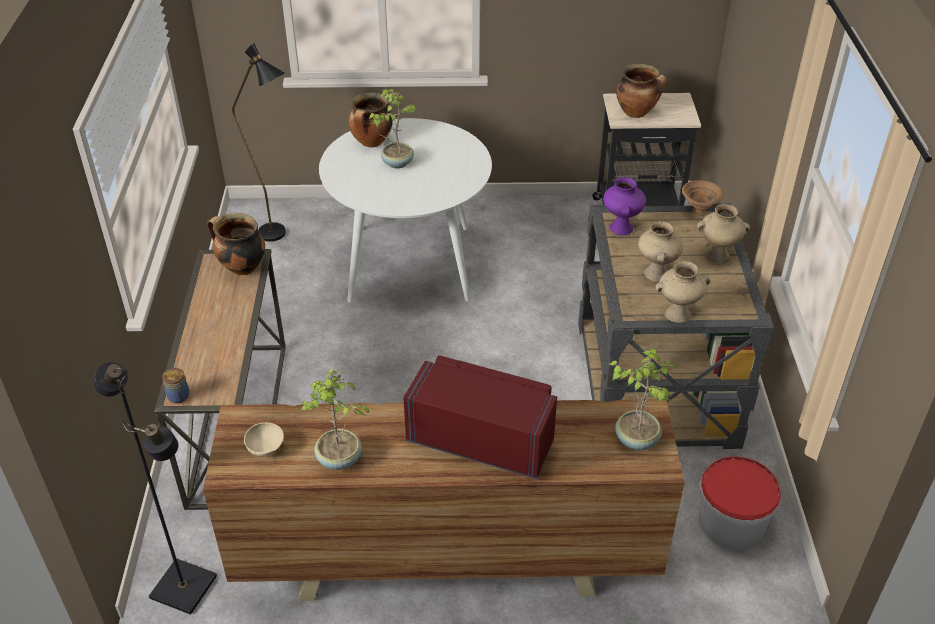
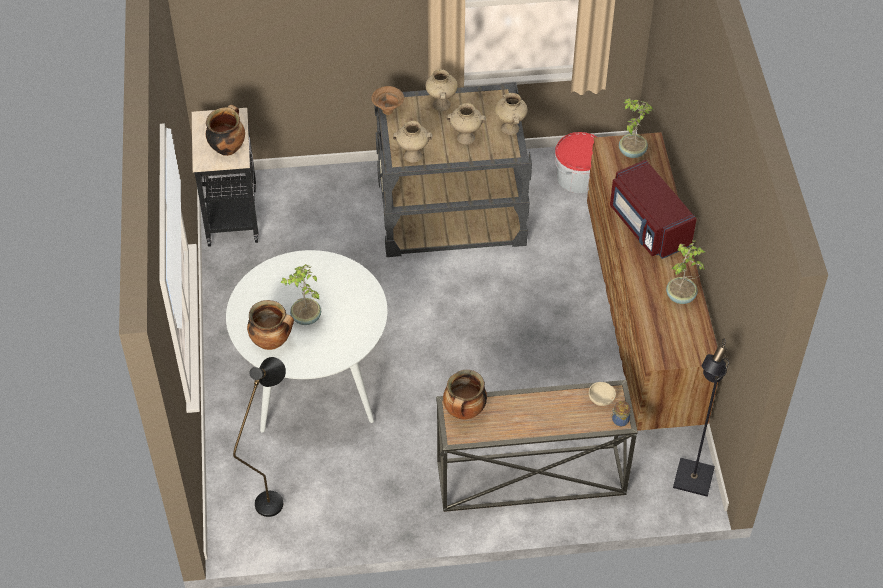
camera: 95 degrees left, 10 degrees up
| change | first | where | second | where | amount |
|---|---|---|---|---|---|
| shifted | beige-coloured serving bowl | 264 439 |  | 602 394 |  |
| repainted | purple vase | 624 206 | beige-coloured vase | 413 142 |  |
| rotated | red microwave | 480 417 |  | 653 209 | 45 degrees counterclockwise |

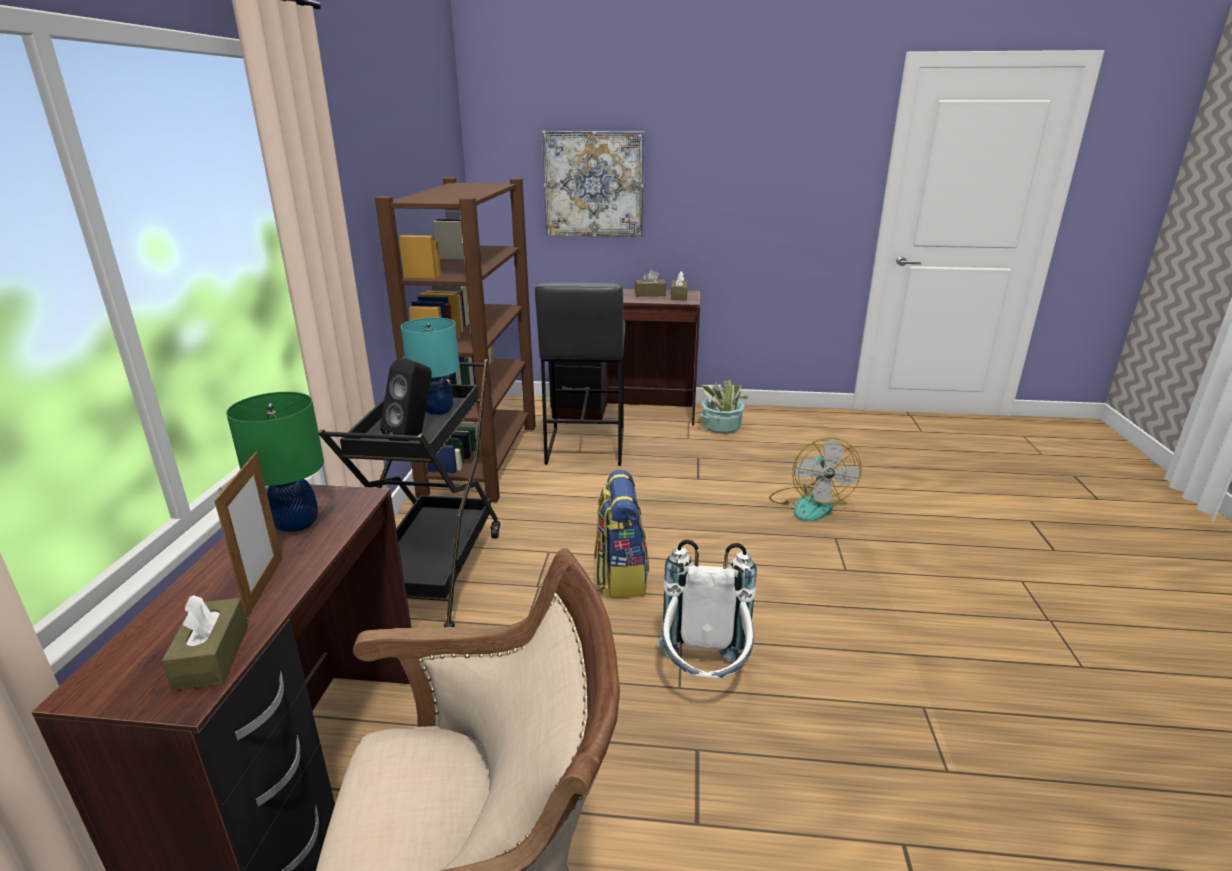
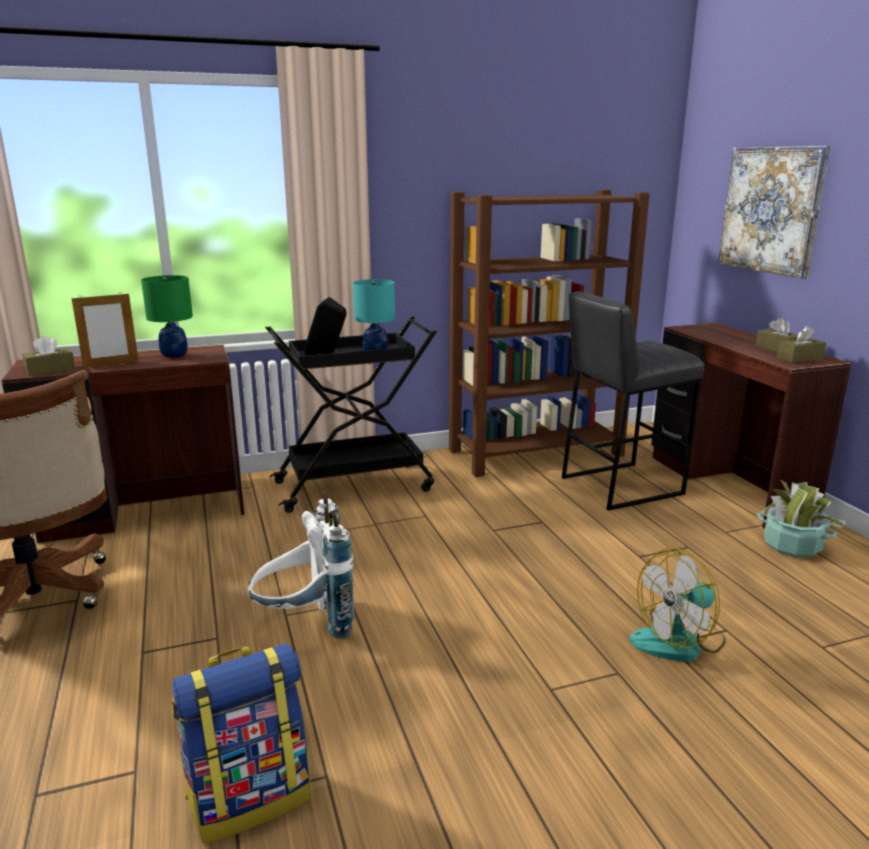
camera: 65 degrees right, 5 degrees down
| change | first | where | second | where | amount |
|---|---|---|---|---|---|
| shifted | knapsack | 621 534 |  | 241 743 |  |

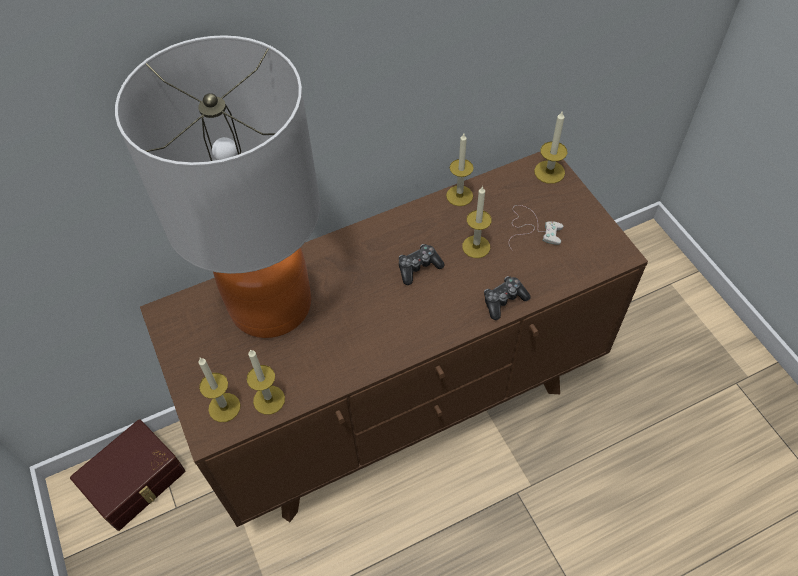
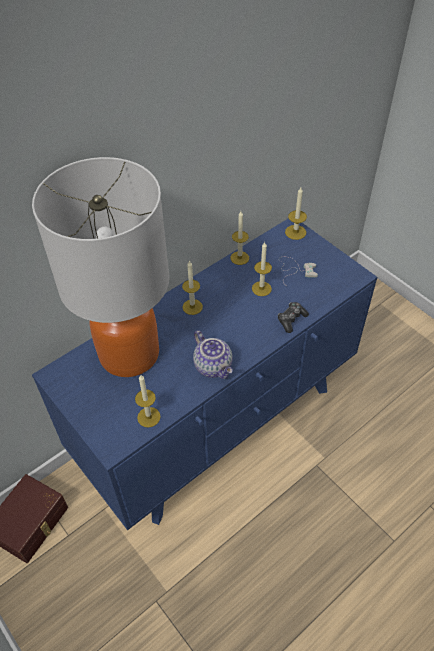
camera: 15 degrees left, 5 degrees down
| change | first | where | second | where | amount |
|---|---|---|---|---|---|
| gone | game controller | 421 264 |  |  |  |
| new |  |  | teapot | 213 354 |  |
| shifted | wax light | 219 390 |  | 192 287 |  |
| repainted | brownish chest of drawers | 394 339 | blue chest of drawers | 204 374 |  |

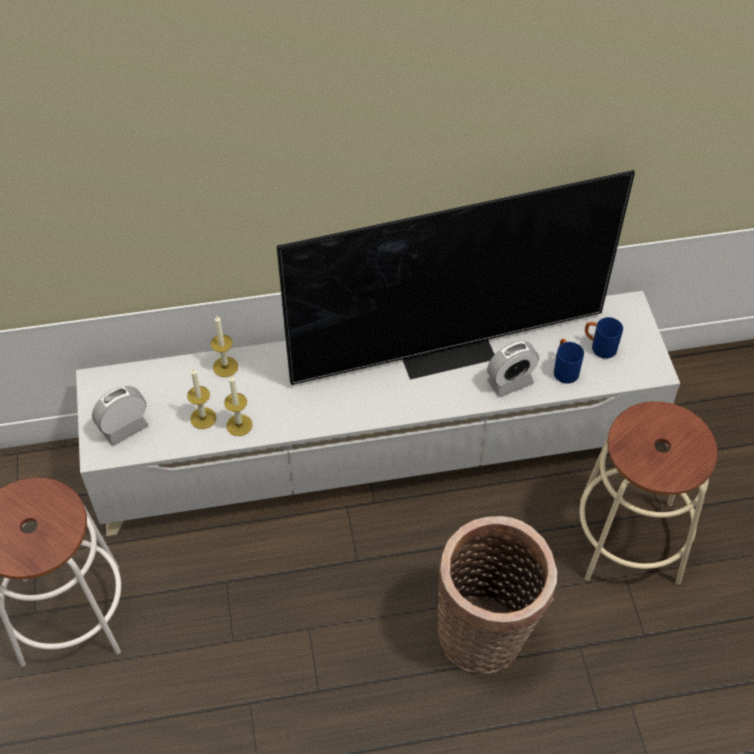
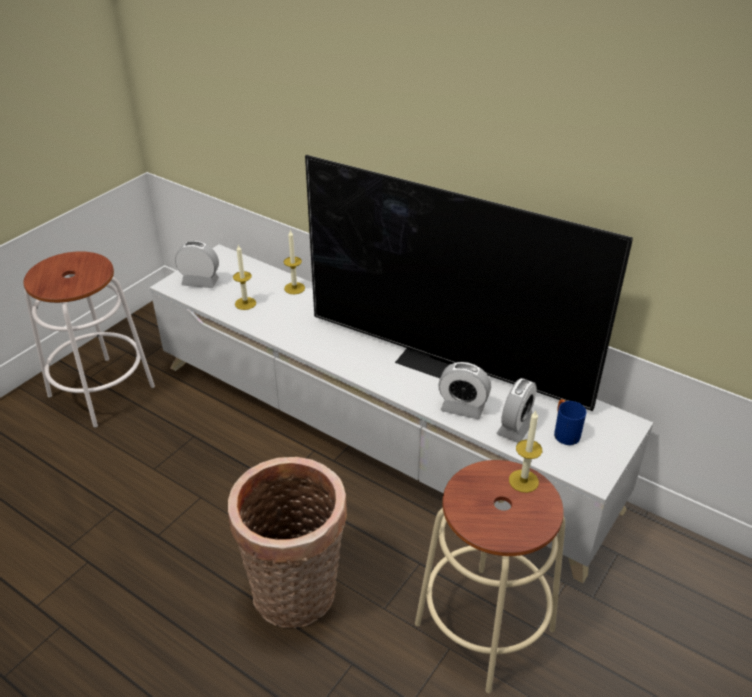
camera: 45 degrees right, 15 degrees down
| change | first | where | second | where | amount |
|---|---|---|---|---|---|
| shifted | wax light | 238 405 |  | 525 451 |  |
| swapped | blue tea mug | 569 361 | table clock | 516 410 |  |

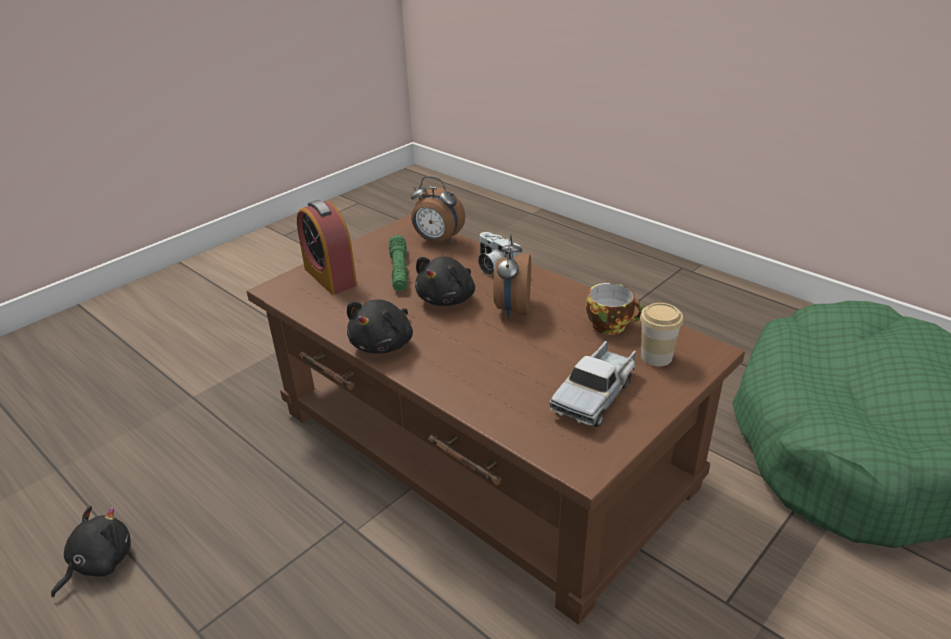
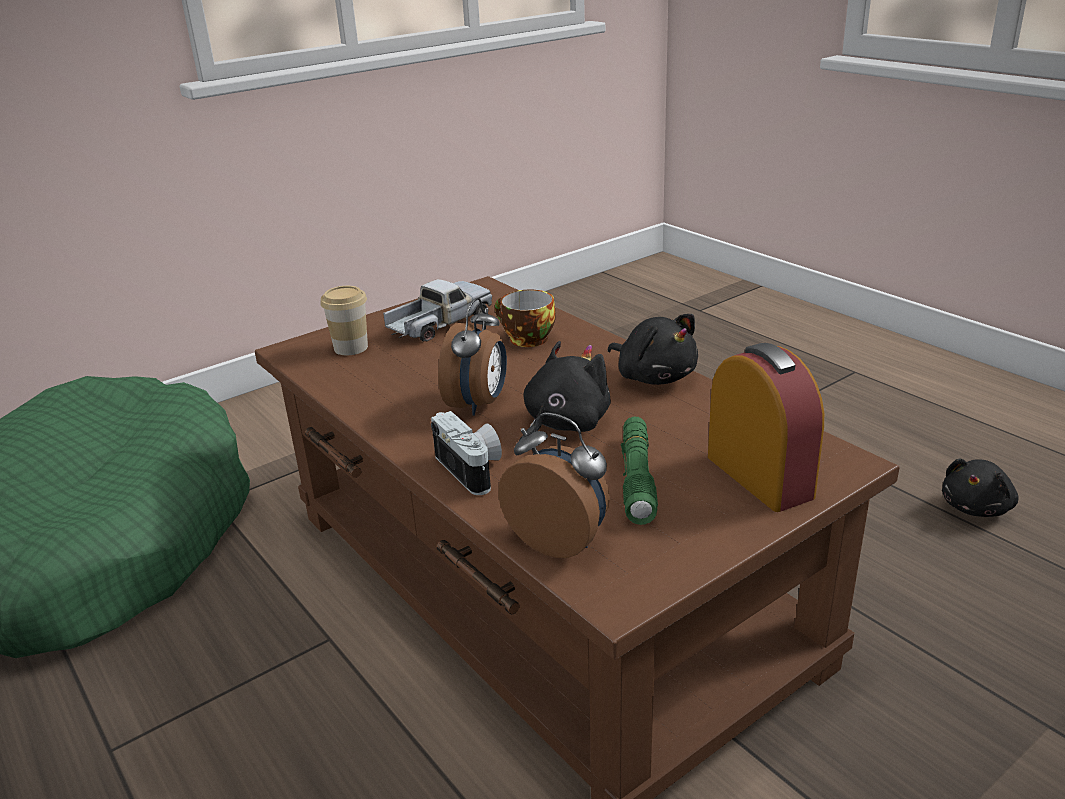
camera: 170 degrees left, 5 degrees down
| change | first | where | second | where | amount |
|---|---|---|---|---|---|
| shifted | cup | 615 309 |  | 525 318 |  |
| rotated | black-coloured soft toy | 380 326 |  | 652 349 | 105 degrees clockwise |

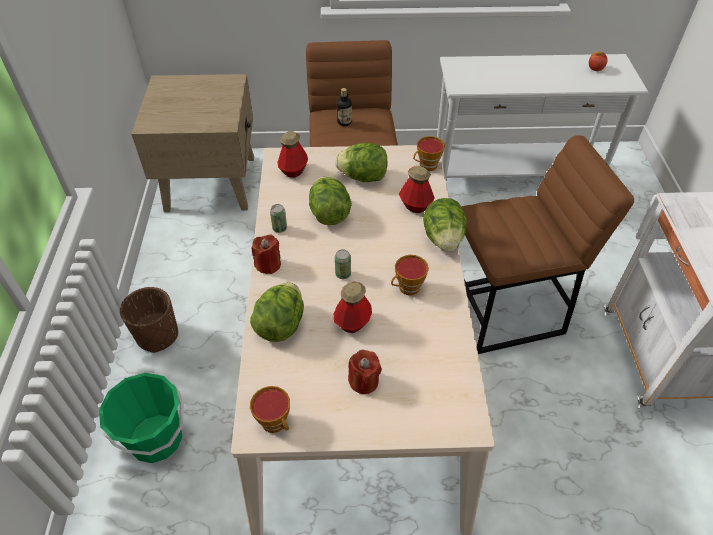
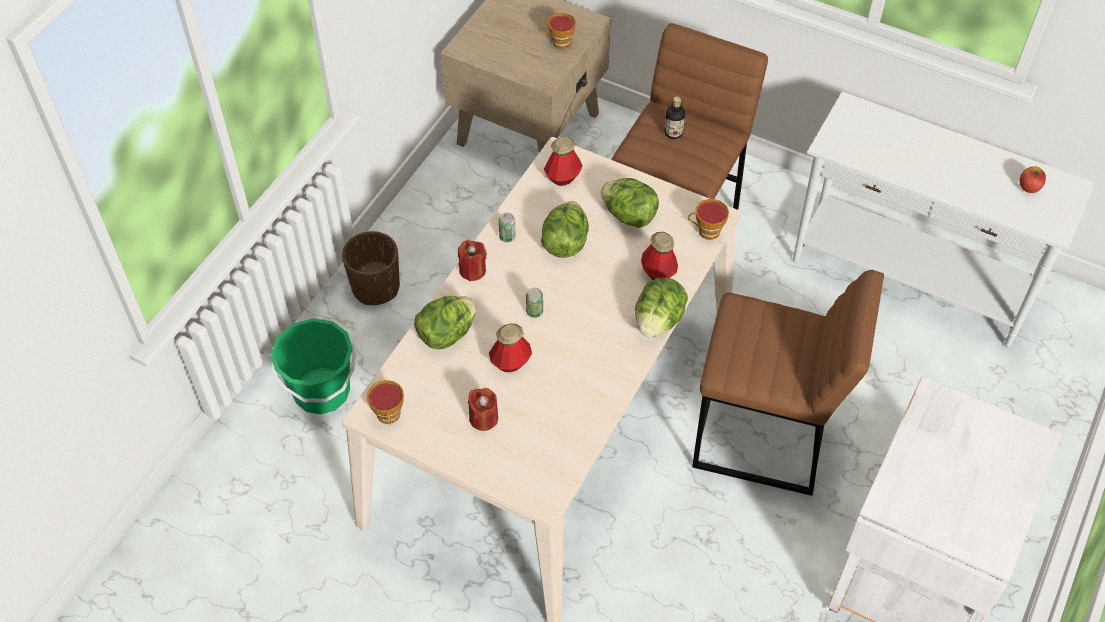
camera: 30 degrees right, 5 degrees up
| change | first | where | second | where | amount |
|---|---|---|---|---|---|
| shifted | cup | 410 275 |  | 559 31 |  |

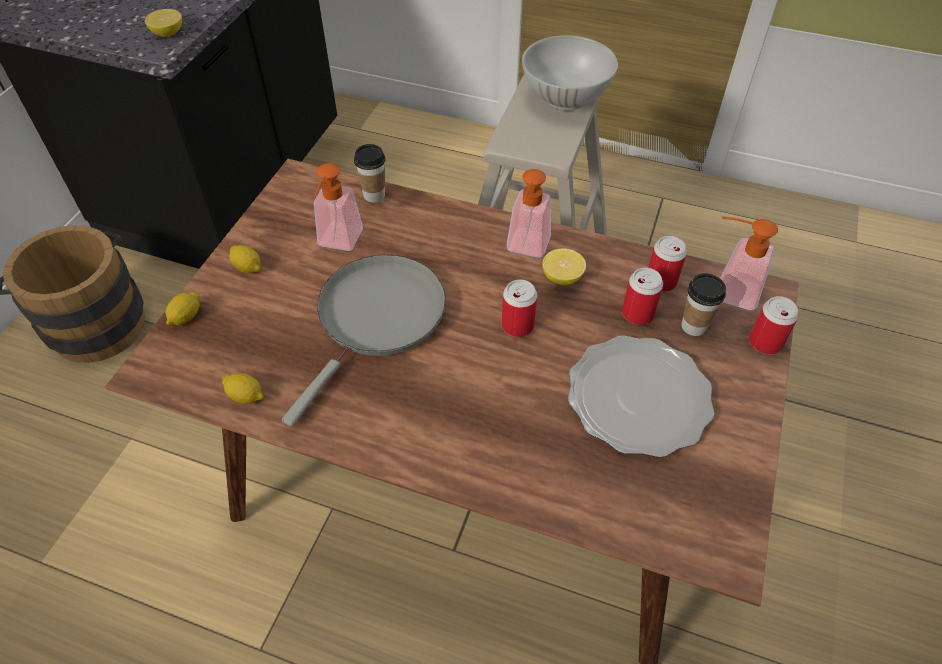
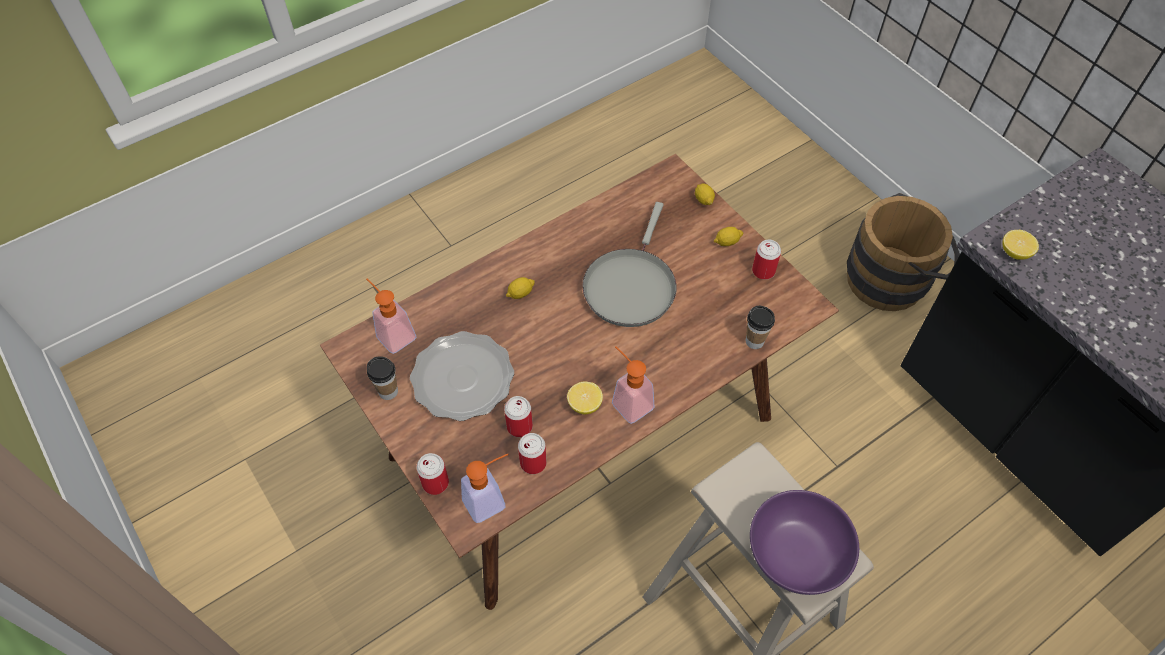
camera: 125 degrees right, 5 degrees up
| change | first | where | second | where | amount |
|---|---|---|---|---|---|
| shifted | lemon | 243 388 |  | 520 288 |  |
| shifted | soap bottle | 338 207 |  | 391 316 |  |
| shifted | metal can | 519 308 |  | 766 260 |  |
| shifted | cup | 704 304 |  | 382 378 |  |
| repainted | white serving bowl | 570 72 | purple serving bowl | 804 542 |  |
| rotated | greyish skillet | 364 341 |  | 629 264 | 45 degrees clockwise |

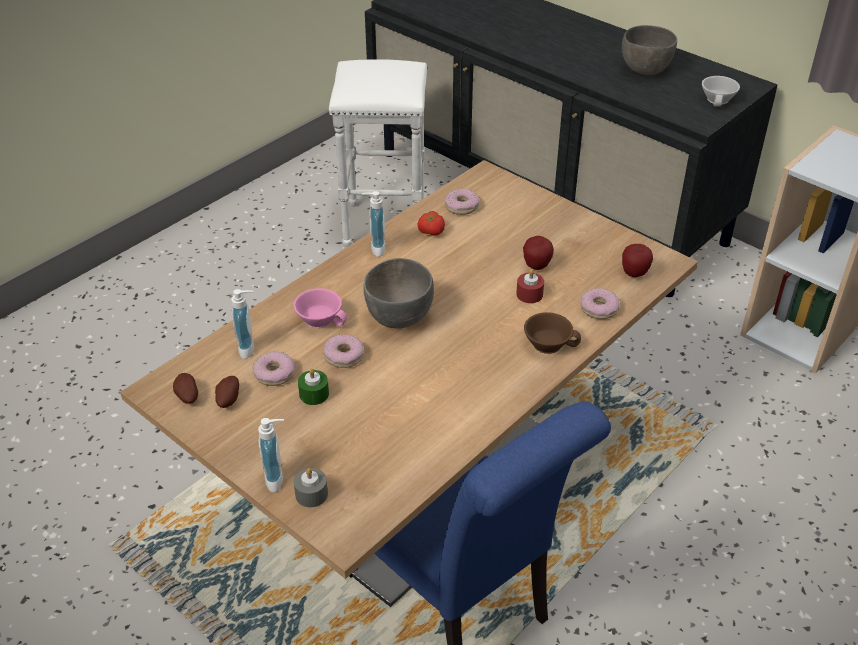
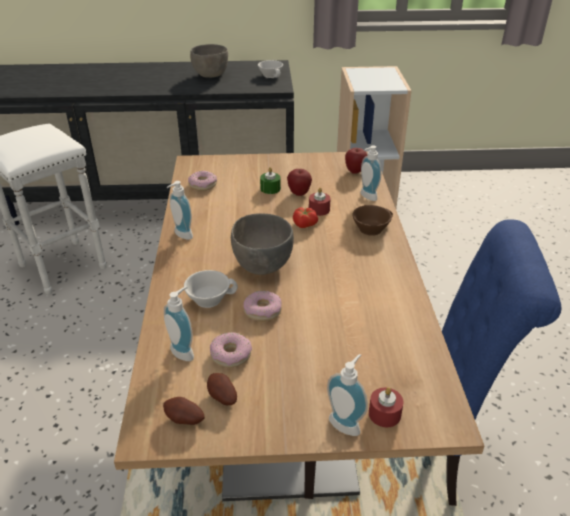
camera: 45 degrees left, 5 degrees down
| change | first | where | second | where | amount |
|---|---|---|---|---|---|
| shifted | green wax light | 313 386 |  | 270 180 |  |
| shifted | tomato | 431 223 |  | 305 218 |  |
| swapped | doughnut | 600 303 | soap bottle | 370 173 |  |
| repainted | pink-coloured cup | 320 308 | white cup | 211 289 |  |
| repainted | greyish wax light | 311 487 | red wax light | 386 407 |  |

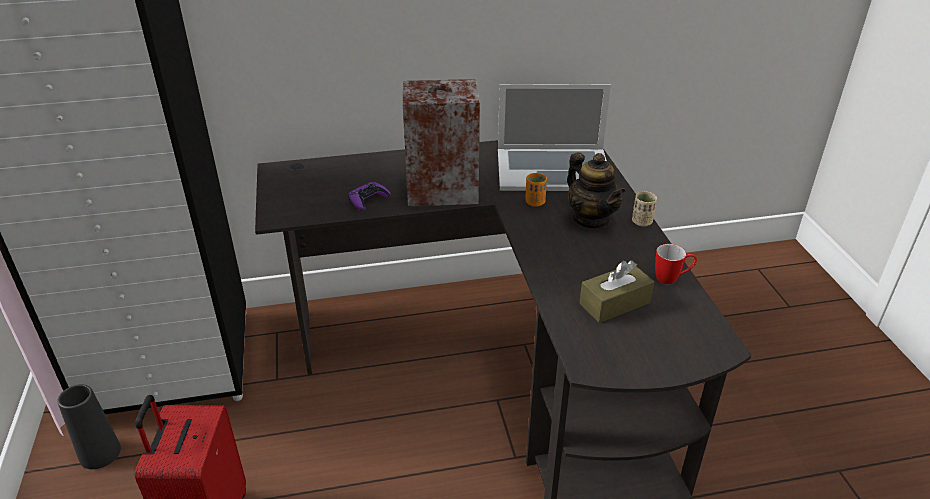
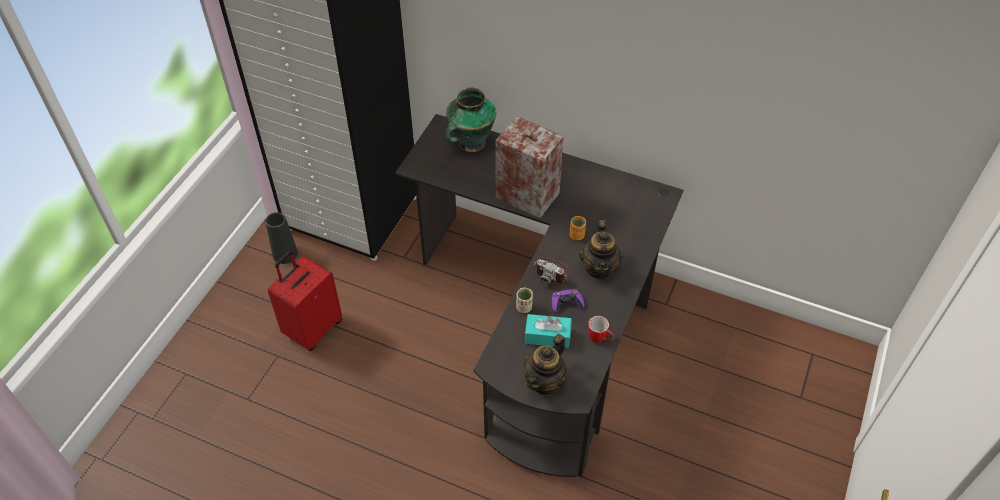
camera: 35 degrees right, 15 degrees up
| change | first | where | second | where | amount |
|---|---|---|---|---|---|
| gone | notebook computer | 554 137 |  |  |  |
| new |  |  | vase | 470 119 |  |
| new |  |  | teapot | 545 365 |  |
| new |  |  | photo camera | 551 271 |  |
| shifted | purple game controller | 369 196 |  | 568 301 |  |
| shifted | beige-coloured cup | 644 209 |  | 524 300 |  |
| repainted | brownish tissue holder | 616 291 | turquoise-coloured tissue holder | 548 331 |  |

